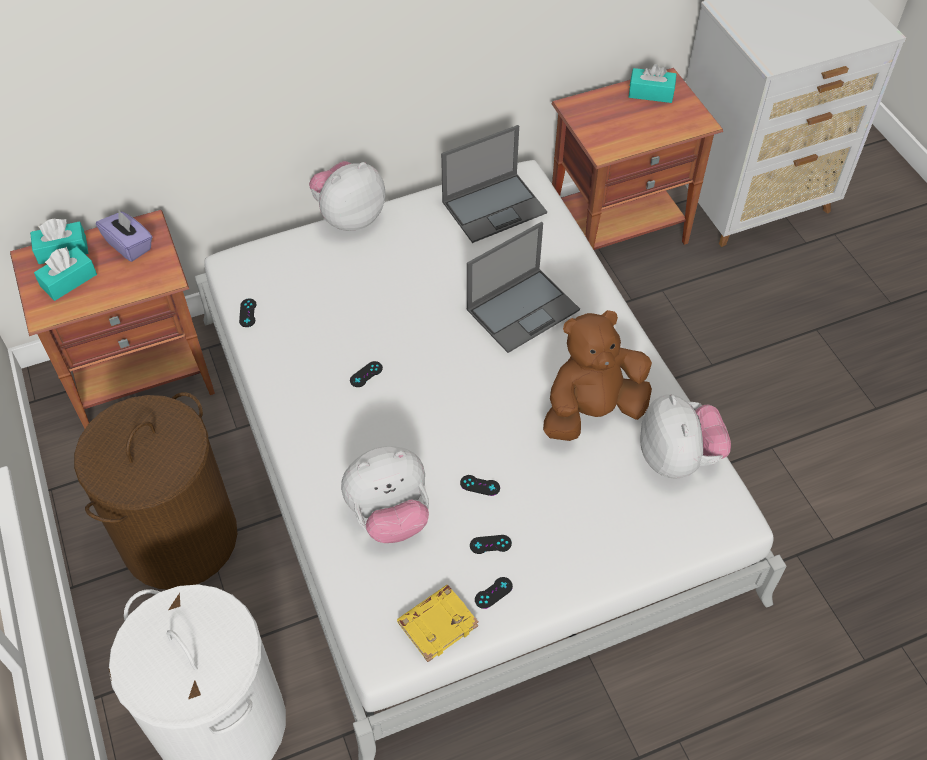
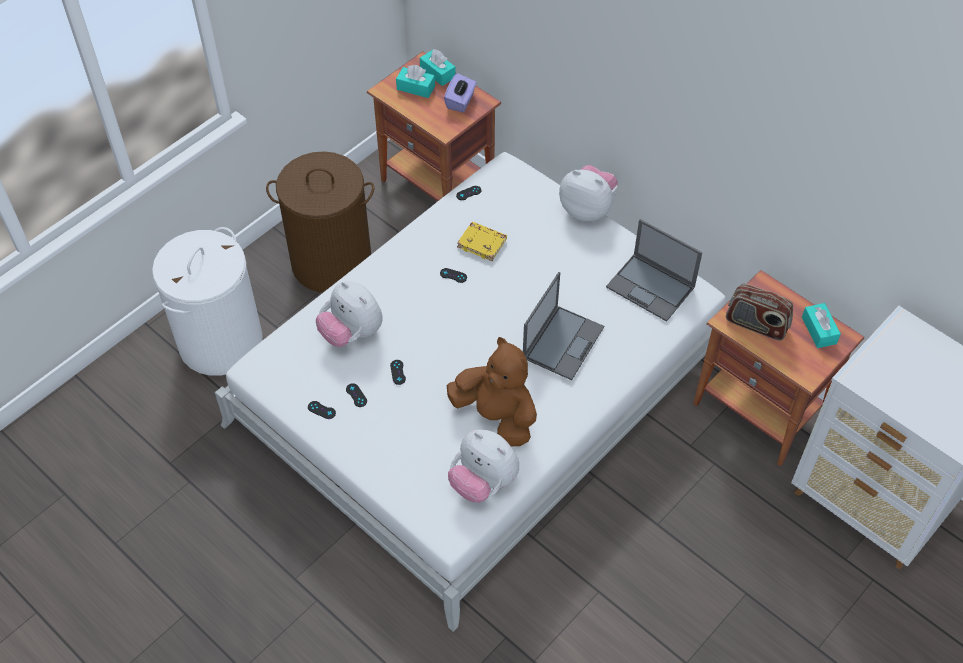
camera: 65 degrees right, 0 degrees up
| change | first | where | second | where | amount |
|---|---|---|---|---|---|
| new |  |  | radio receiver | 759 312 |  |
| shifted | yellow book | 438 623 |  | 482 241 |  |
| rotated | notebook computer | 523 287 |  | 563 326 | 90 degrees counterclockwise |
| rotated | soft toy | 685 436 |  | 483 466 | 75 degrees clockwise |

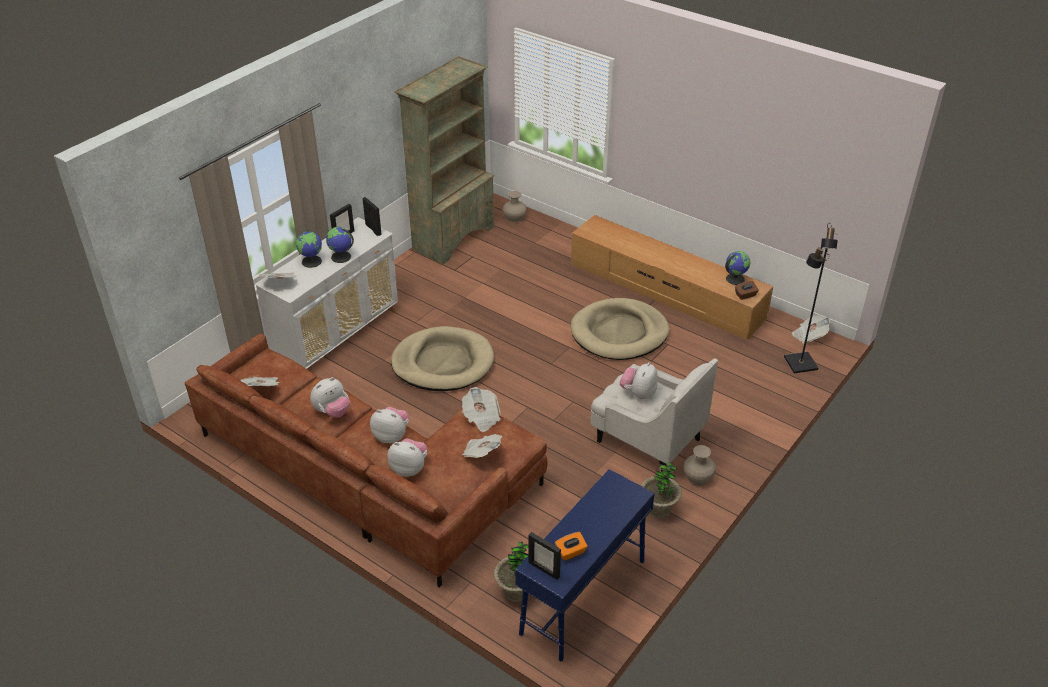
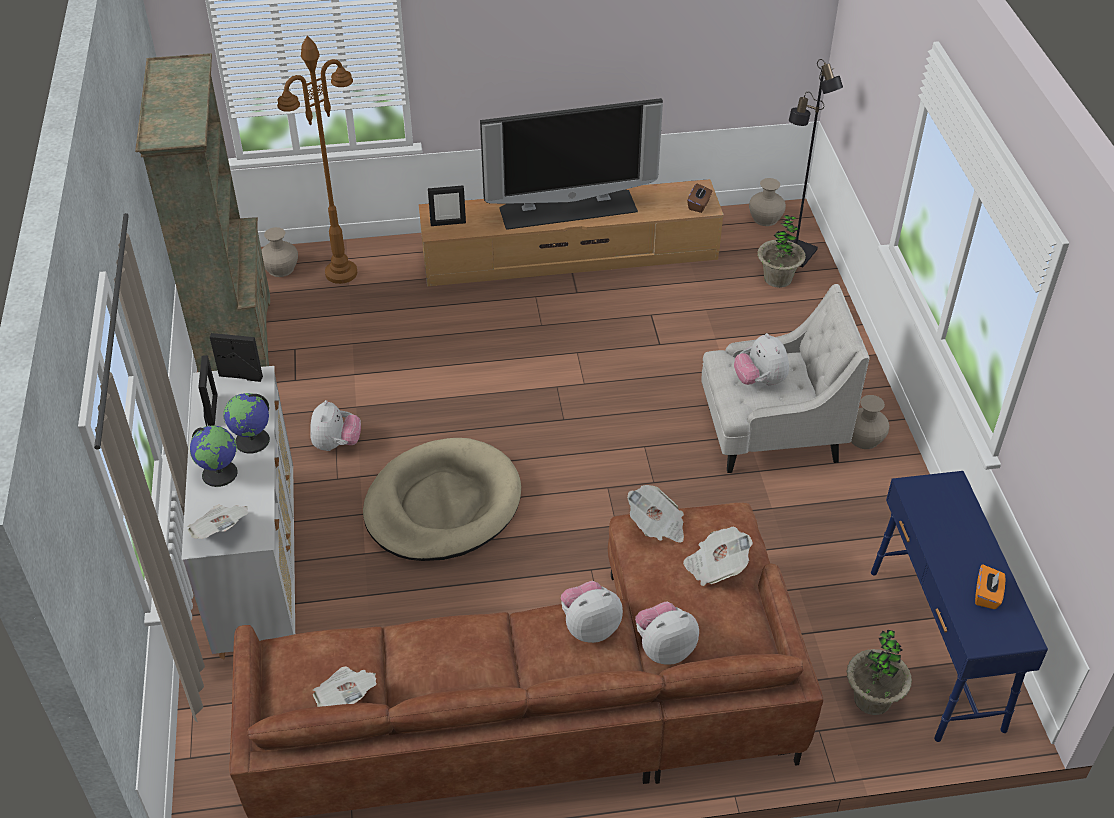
camera: 45 degrees left, 5 degrees up
| change | first | where | second | where | amount |
|---|---|---|---|---|---|
| gone | beige-coloured pet bed | 620 329 |  |  |  |
| gone | world globe | 737 268 |  |  |  |
| new |  |  | brownish floor lamp | 317 159 |  |
| new |  |  | television | 571 164 |  |
| shifted | soft toy | 330 397 |  | 335 425 |  |
| shifted | photo frame | 544 556 |  | 447 205 |  |
| shifted | plant in a pot | 661 490 |  | 781 251 |  |
| swapped | daily paper | 811 329 | beige-coloured vase | 767 202 |  |

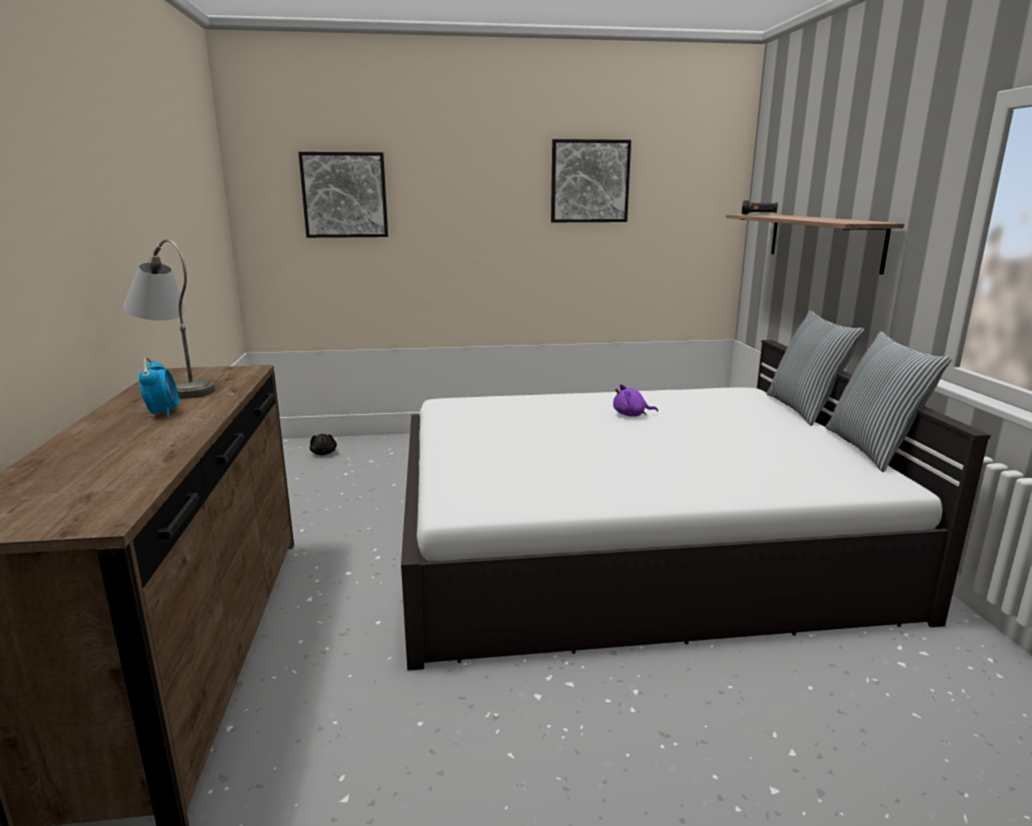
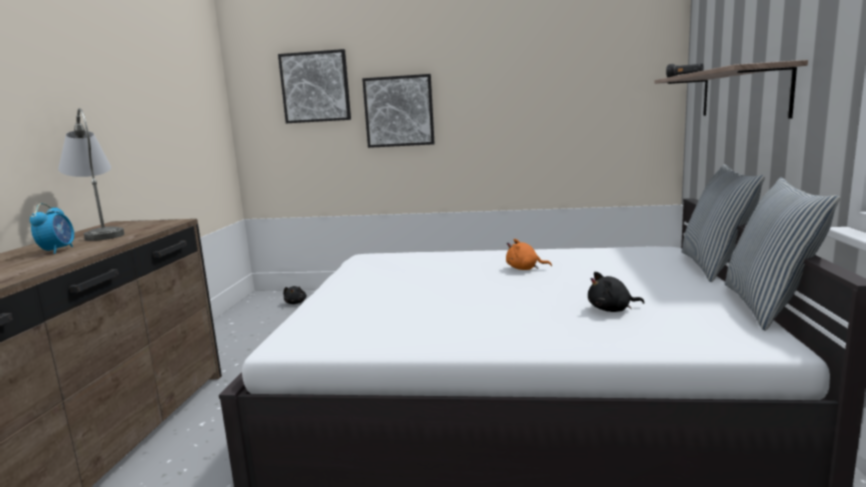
camera: 15 degrees right, 5 degrees down
| change | first | where | second | where | amount |
|---|---|---|---|---|---|
| new |  |  | black-coloured soft toy | 616 292 |  |
| shifted | wall art | 591 180 |  | 398 111 |  |
| repainted | purple soft toy | 635 400 | orange-coloured soft toy | 529 254 |  |

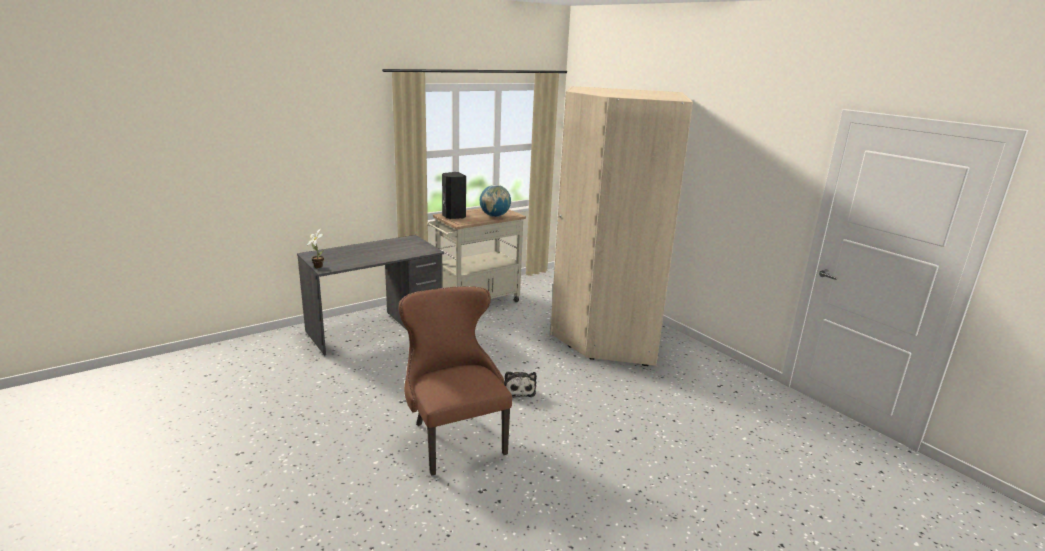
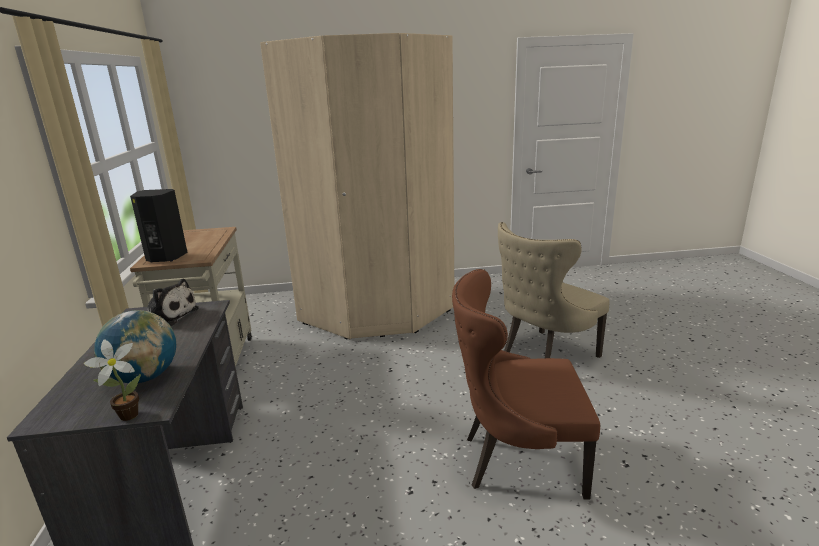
camera: 60 degrees left, 0 degrees up
| change | first | where | second | where | amount |
|---|---|---|---|---|---|
| new |  |  | beige-coloured chair | 554 290 |  |
| shifted | world globe | 495 201 |  | 135 346 |  |
| shifted | soft toy | 520 384 |  | 173 302 |  |

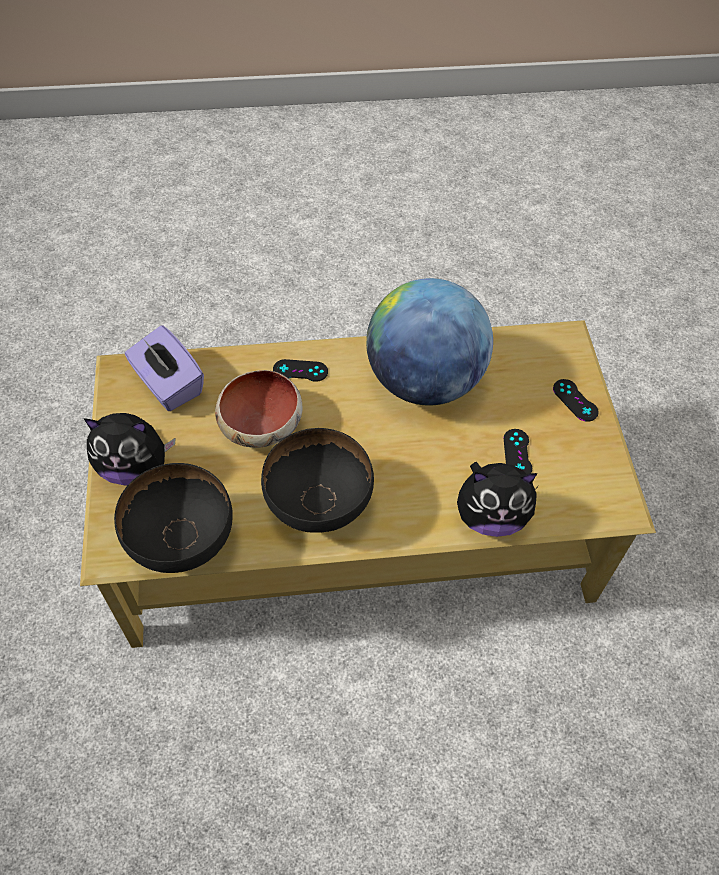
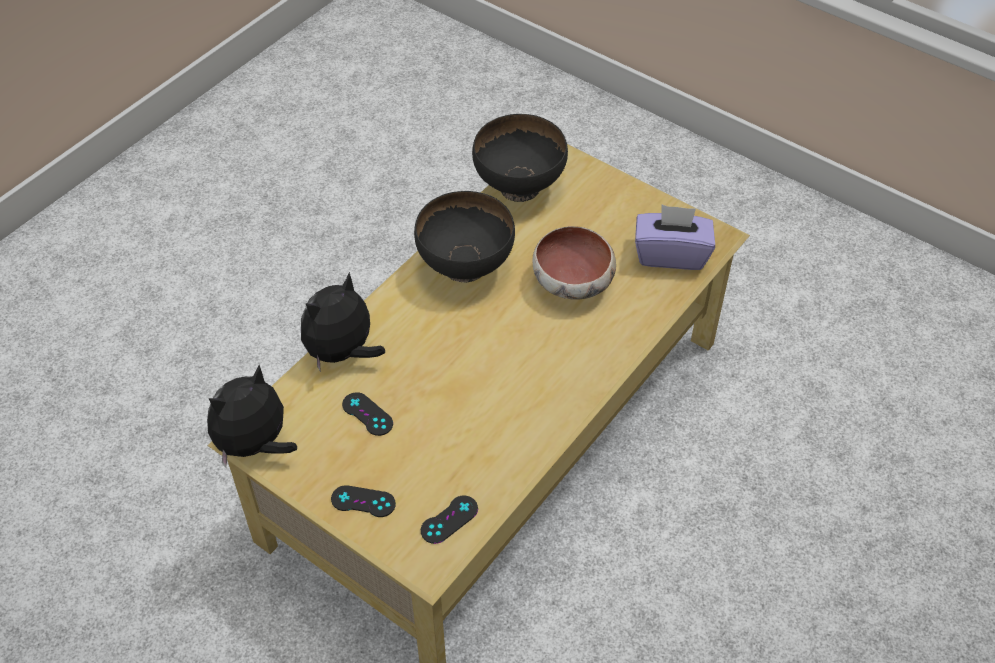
camera: 135 degrees right, 5 degrees down
| change | first | where | second | where | amount |
|---|---|---|---|---|---|
| gone | world globe | 429 342 |  |  |  |
| shifted | soft toy | 129 449 |  | 252 417 |  |
| shifted | black-coloured game controller | 300 370 |  | 449 520 |  |

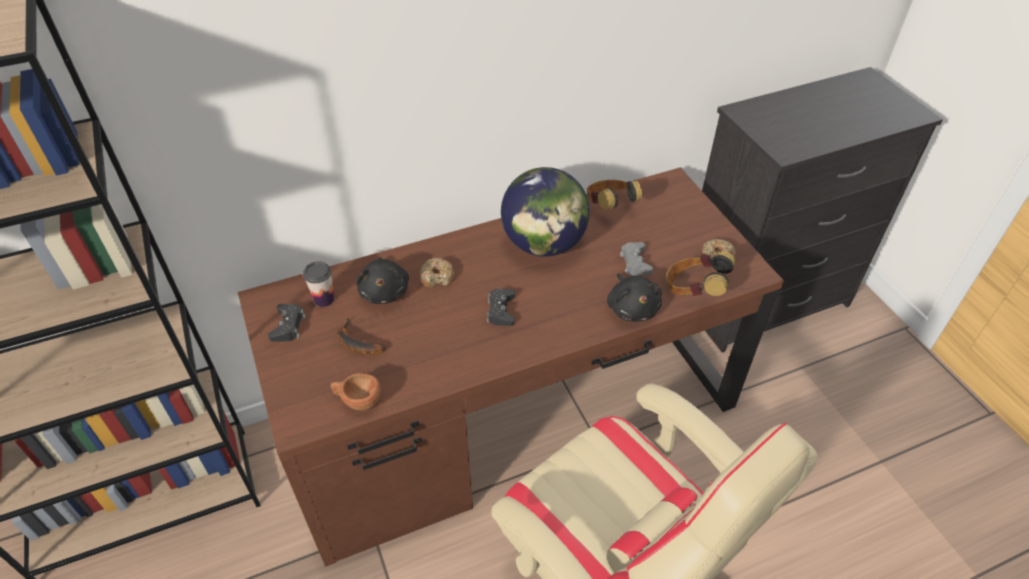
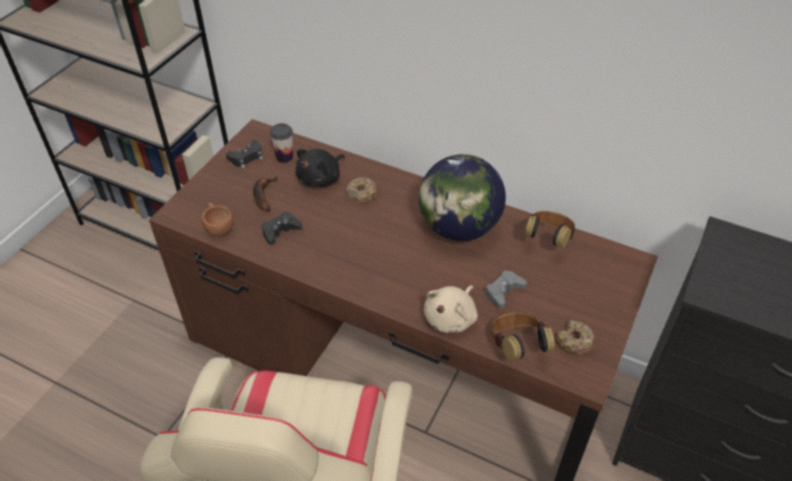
camera: 50 degrees right, 0 degrees up
| change | first | where | second | where | amount |
|---|---|---|---|---|---|
| shifted | black-coloured game controller | 501 307 |  | 282 228 |  |
| repainted | black-coloured soft toy | 634 297 | beige-coloured soft toy | 451 309 |  |

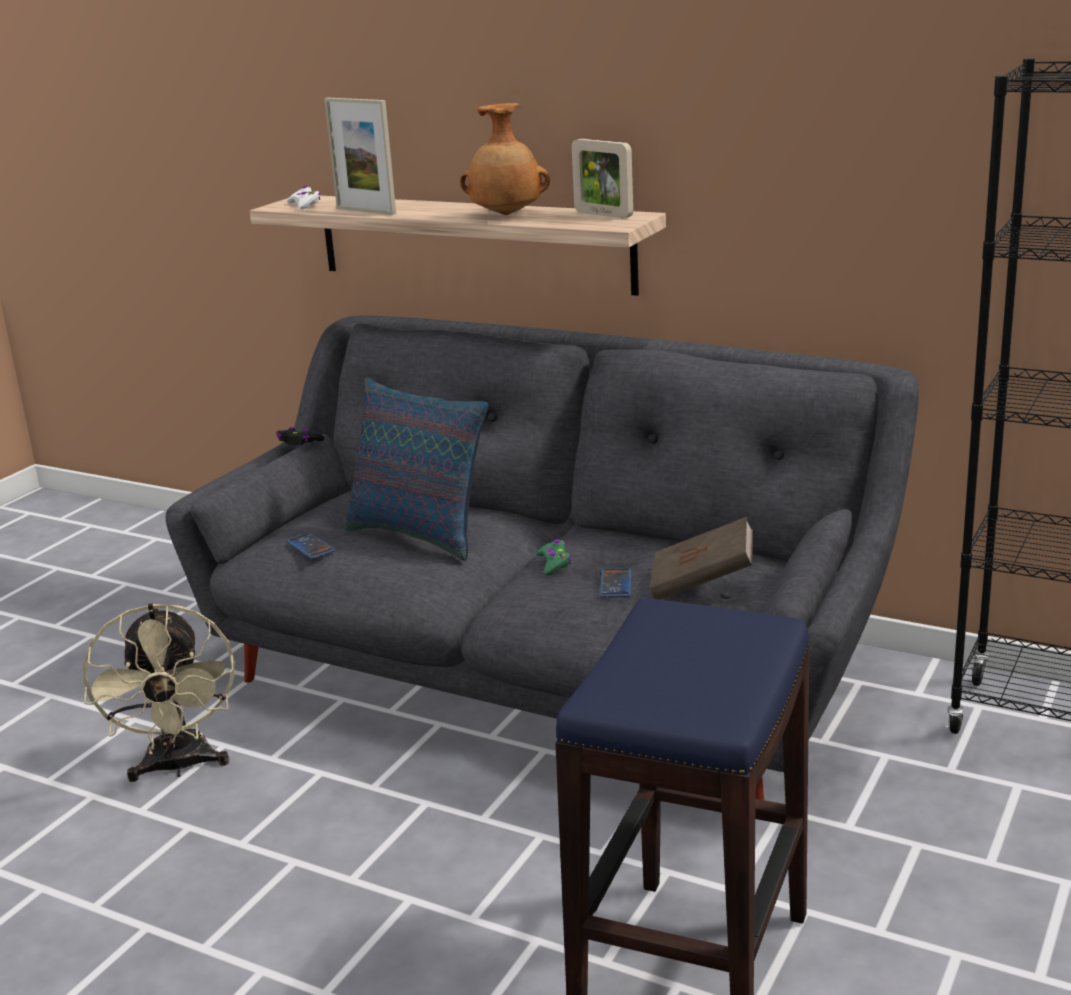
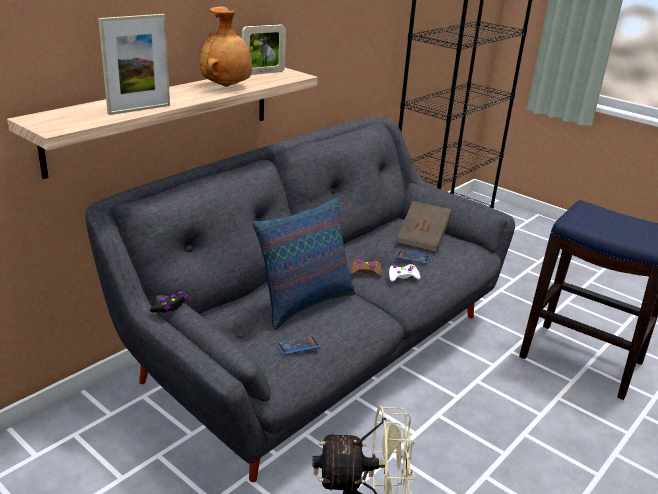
camera: 80 degrees left, 5 degrees up
| change | first | where | second | where | amount |
|---|---|---|---|---|---|
| shifted | white game controller | 303 197 |  | 404 273 |  |
| repainted | green game controller | 553 557 | brownish game controller | 366 267 |  |

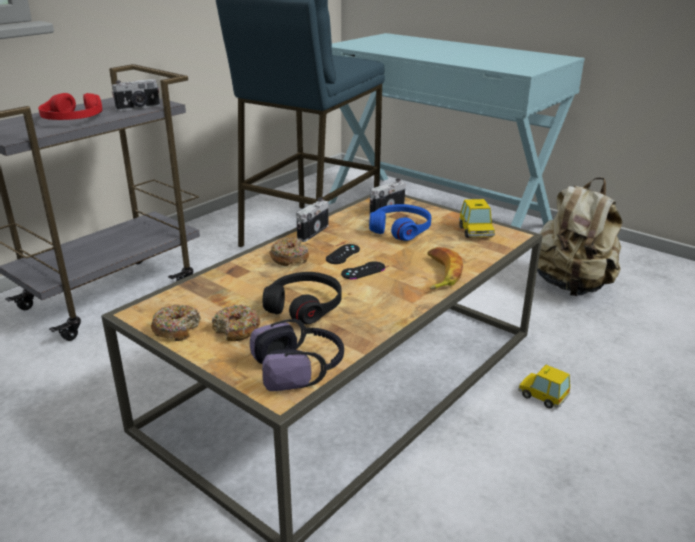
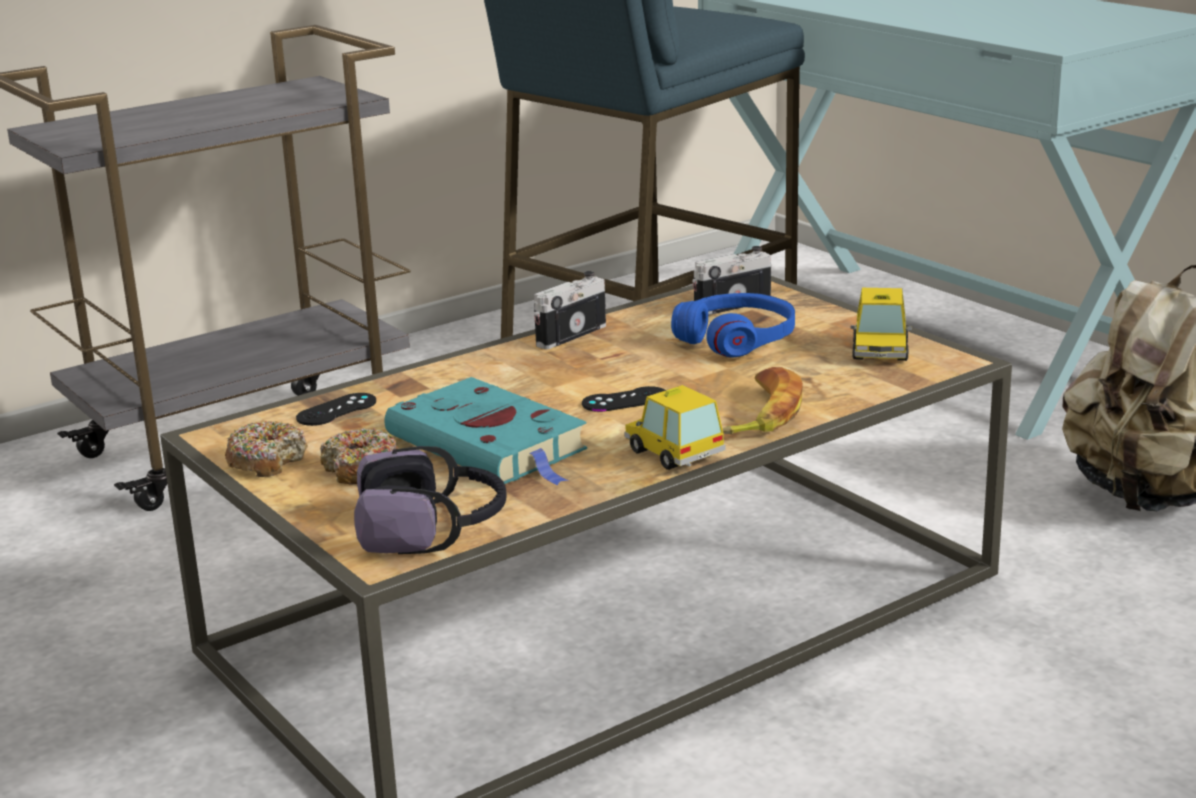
camera: 15 degrees right, 5 degrees down
| change | first | where | second | where | amount |
|---|---|---|---|---|---|
| gone | red headset | 70 106 |  |  |  |
| gone | photo camera | 135 95 |  |  |  |
| gone | doughnut | 289 252 |  |  |  |
| shifted | black-coloured game controller | 343 254 |  | 336 409 |  |
| shifted | toy car | 544 386 |  | 675 427 |  |
| swapped | black-coloured headset | 302 298 | turquoise-coloured book | 485 431 |  |

